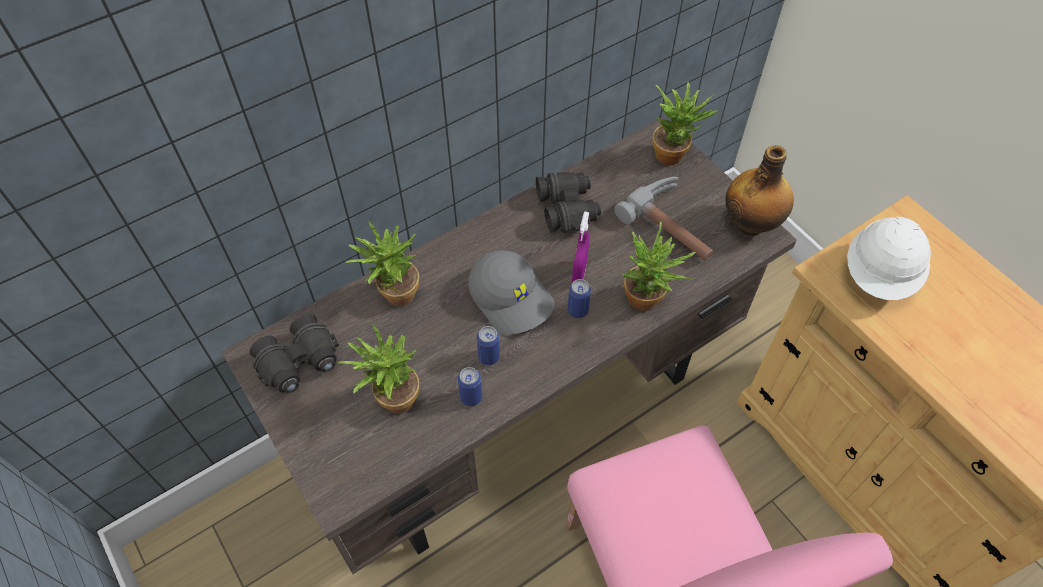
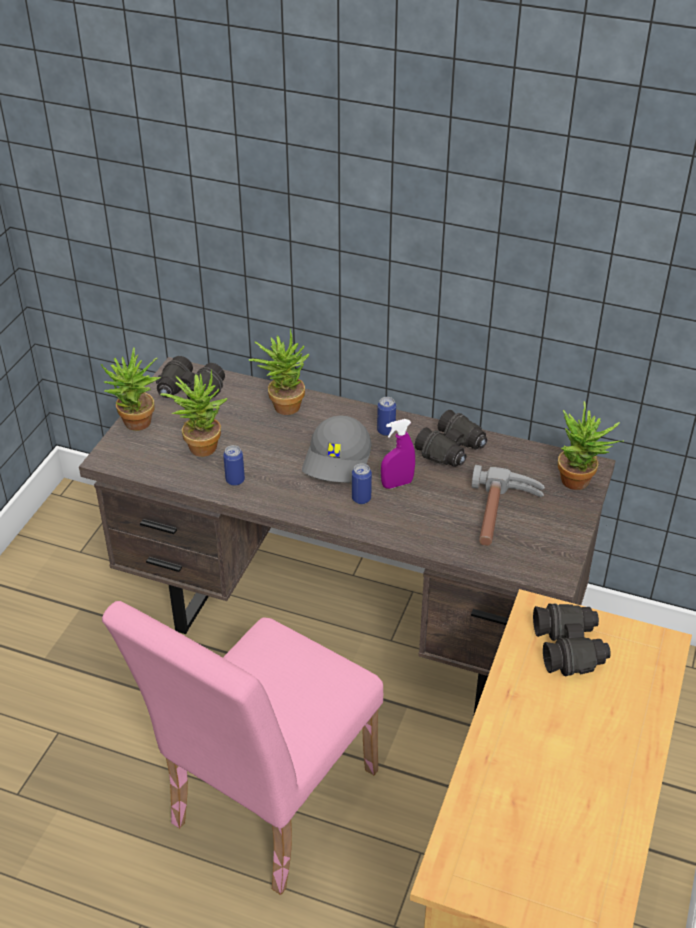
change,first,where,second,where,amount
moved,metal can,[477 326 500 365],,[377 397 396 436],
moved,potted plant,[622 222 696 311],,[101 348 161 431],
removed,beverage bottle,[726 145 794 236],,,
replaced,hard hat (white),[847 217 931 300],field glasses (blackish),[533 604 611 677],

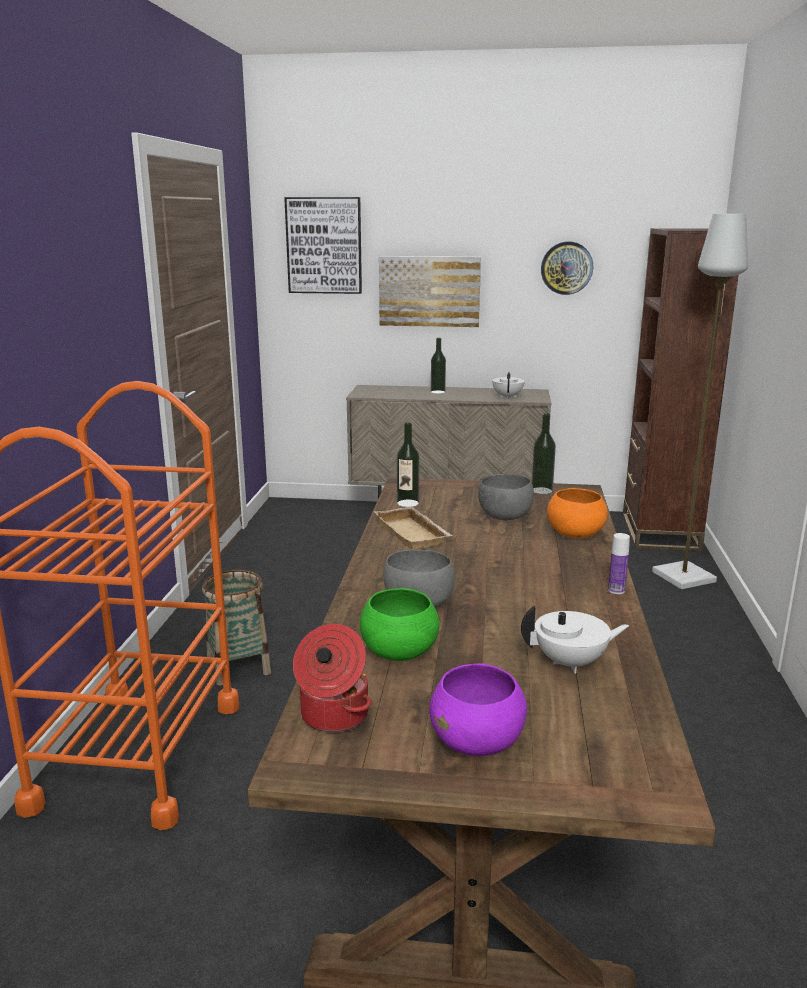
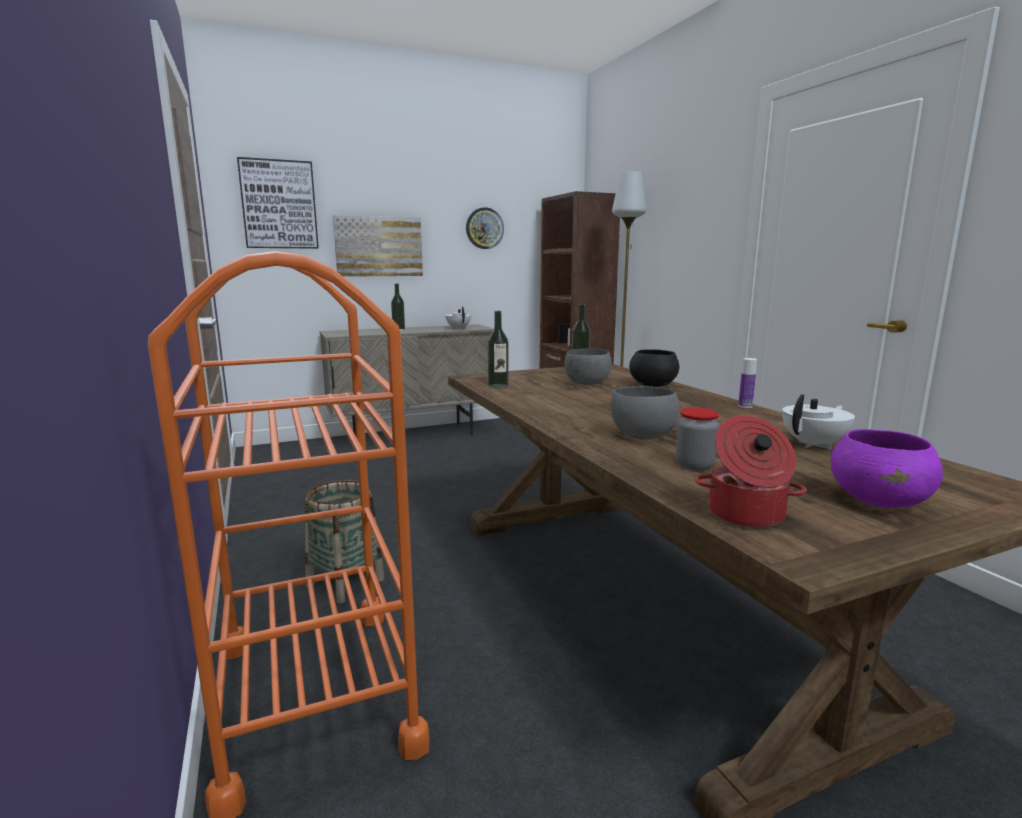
change,first,where,second,where,amount
replaced,serving bowl (green-coloured),[360 588 440 661],storage jar,[676 408 719 470],
removed,carrying tray (beige),[374 506 453 550],,,
recoloured,serving bowl (orangey),[547 488 608 538],serving bowl (blackish),[629 349 679 387],

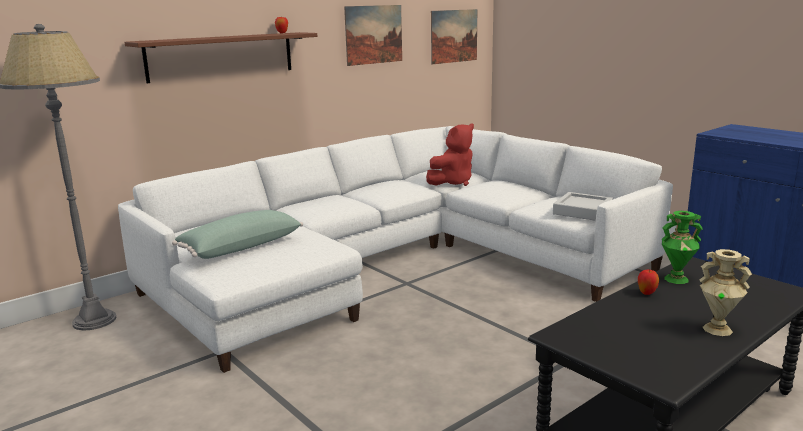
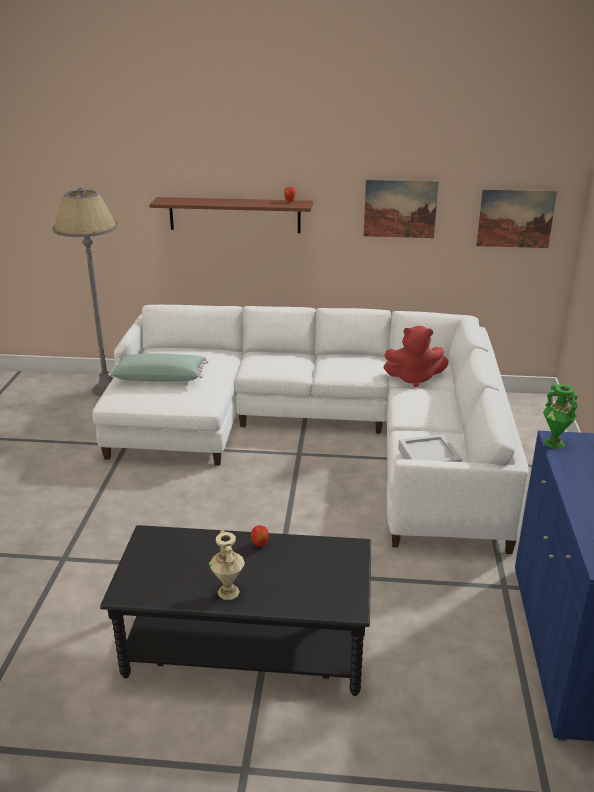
change,first,where,second,where,amount
moved,vase (green-coloured),[662 211 703 284],,[543 384 578 449],

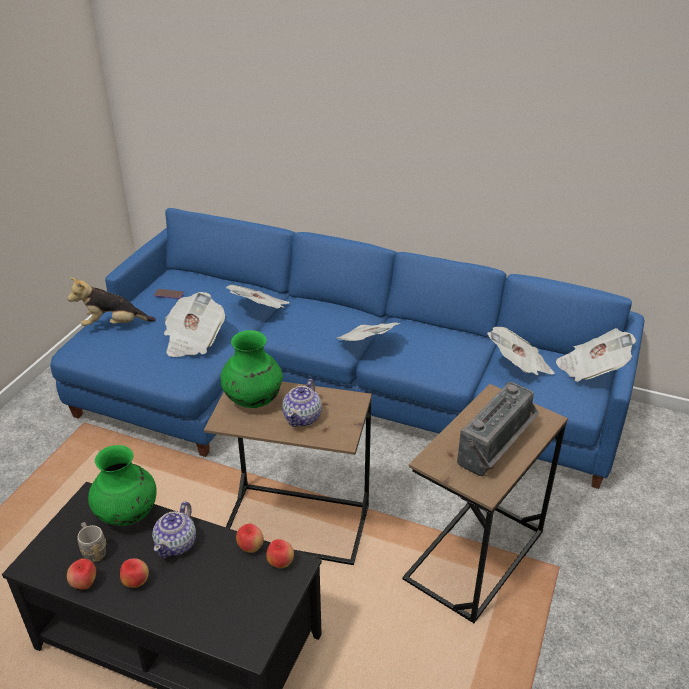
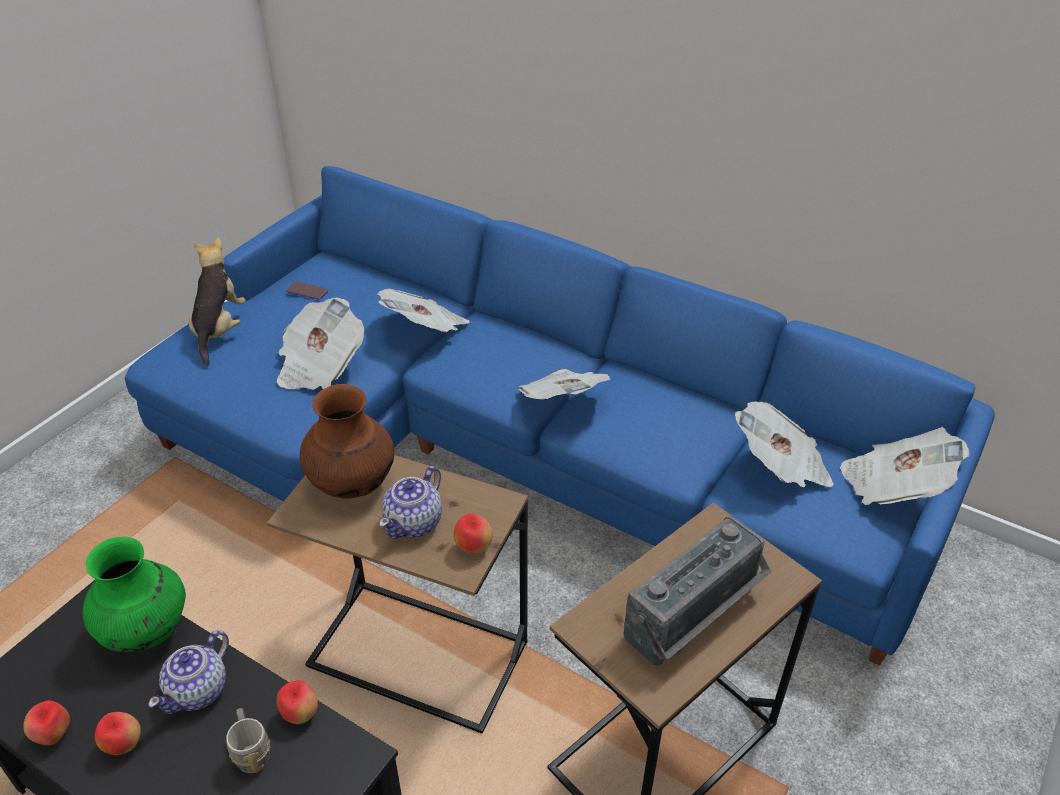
change,first,where,second,where,amount
turned,plush toy,[67 277 156 326],,[189 238 245 366],90 degrees clockwise
moved,tea mug (greyish),[77 522 107 562],,[226 708 271 773],
recoloured,vase (green-coloured),[220 330 283 408],vase (brownish),[300 384 394 499],
moved,apple fruit,[266 539 294 568],,[454 513 493 554],

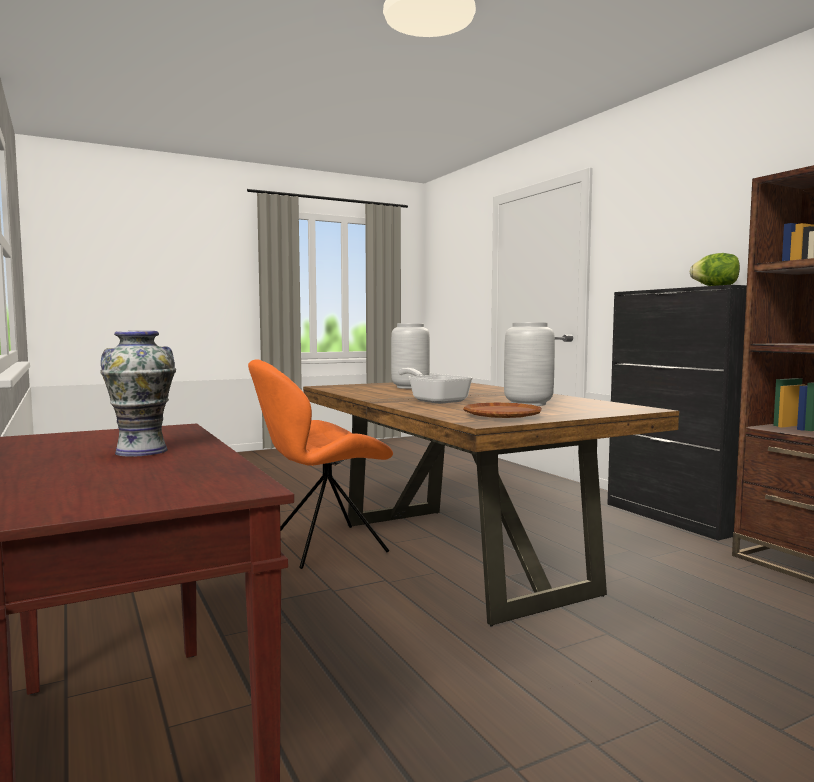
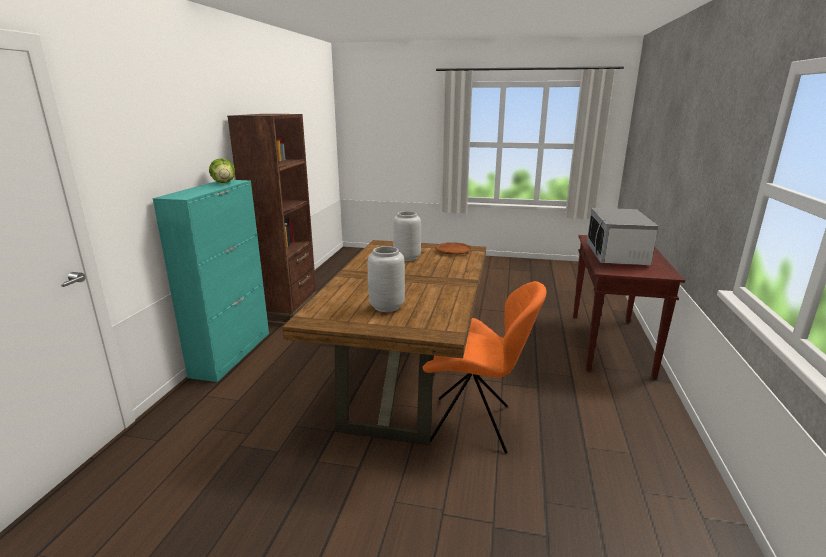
change,first,where,second,where,amount
replaced,vase,[100 331 176 456],kitchen microwave,[587 208 659 265],
removed,skillet,[398 368 473 404],,,
recoloured,storage cabinet (blackish),[607 285 747 540],storage cabinet (turquoise),[152 180 269 382],

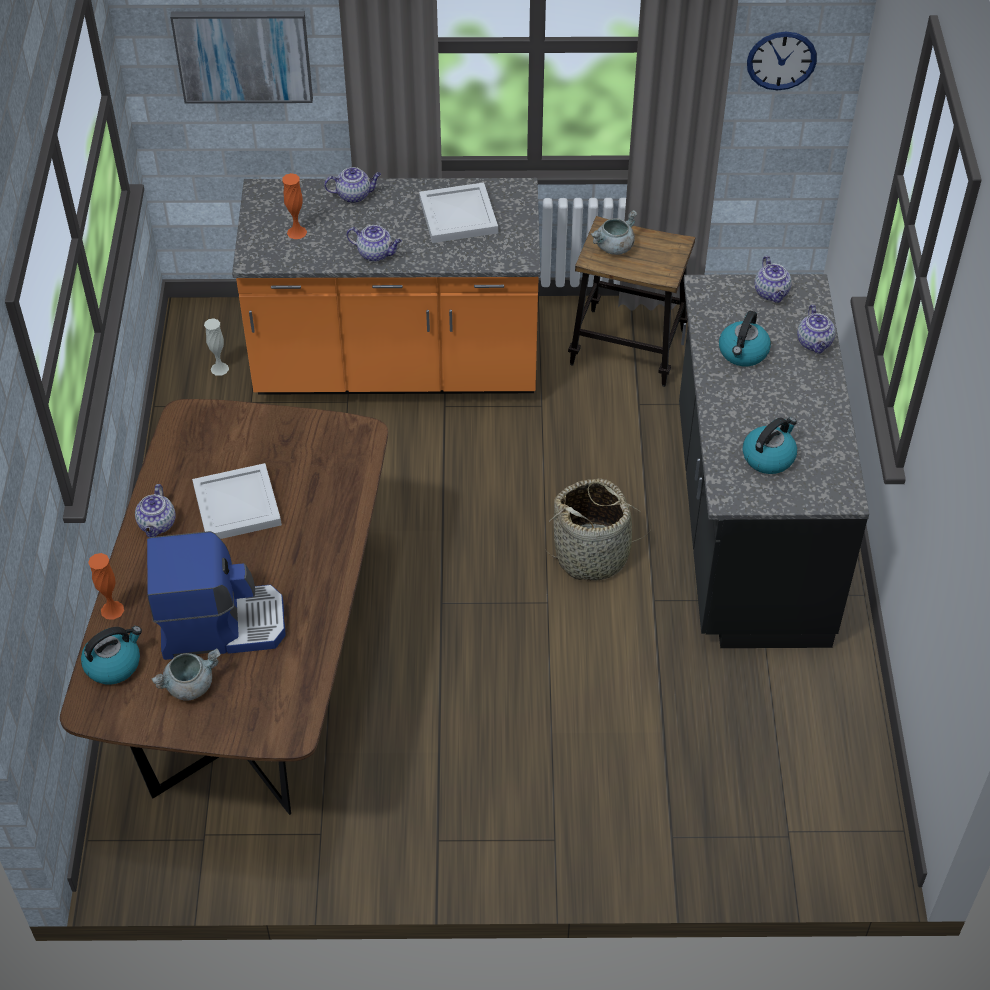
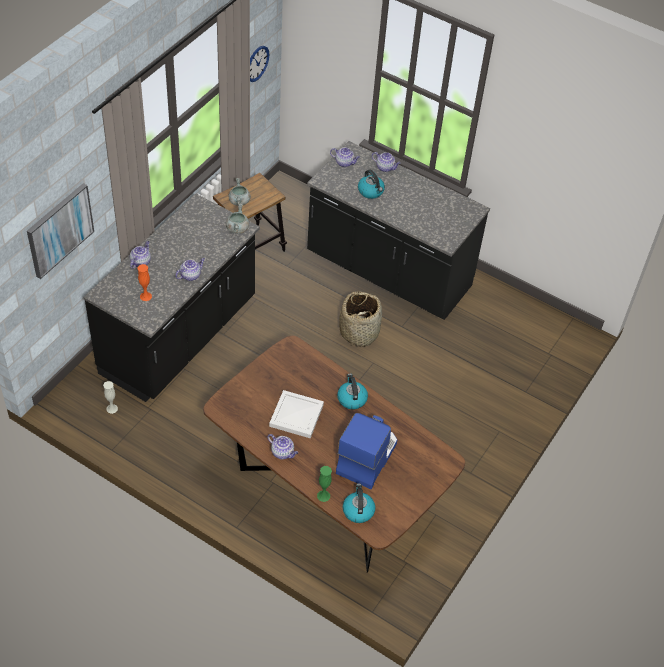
change,first,where,second,where,amount
recoloured,vase (orangey),[88 553 124 620],vase (green-coloured),[317 466 332 502],
moved,saucepot (greyish),[152 648 220 701],,[226 204 249 234],
recoloured,counter (orangey),[232 178 540 395],counter (blackish),[83 194 260 402],
removed,carrying tray (white),[419 182 498 243],,,
moved,water kettle,[743 417 797 474],,[337 373 368 409],

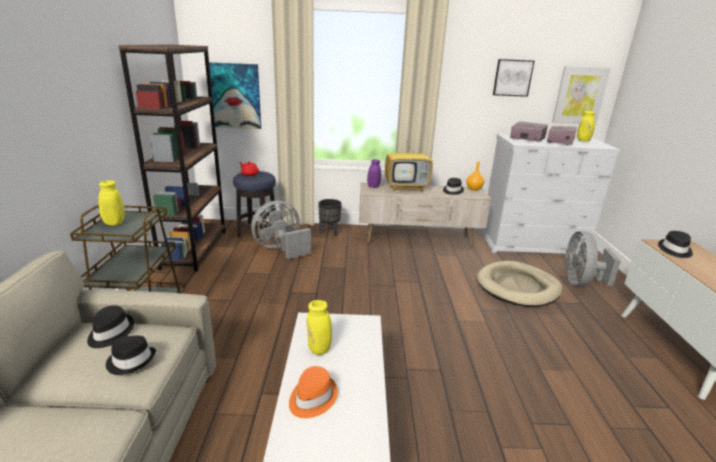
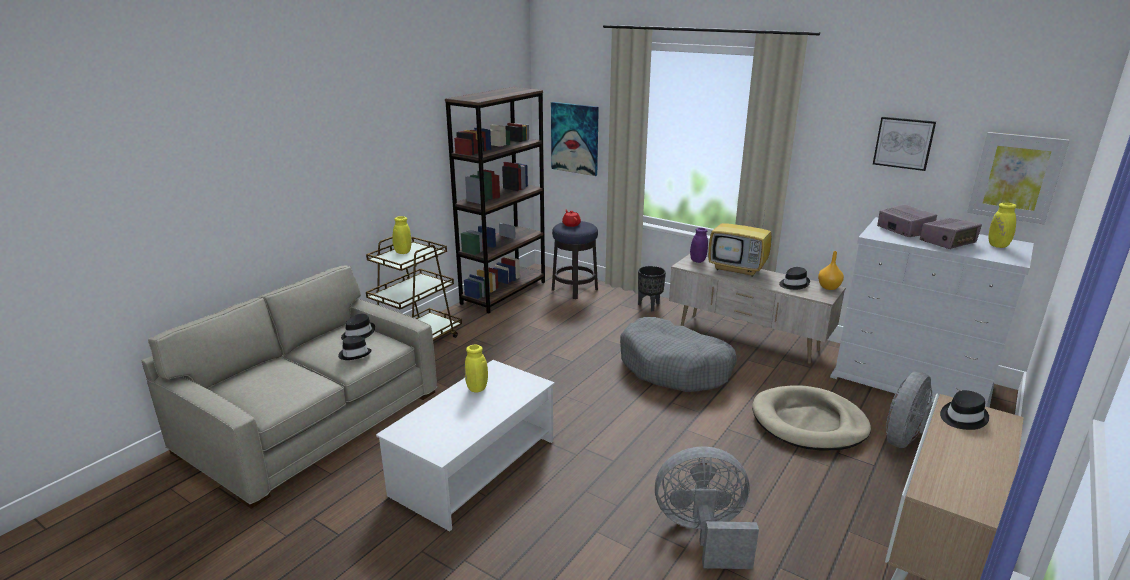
change,first,where,second,where,amount
moved,fan (greyish),[251 201 311 259],,[655 446 759 569],
removed,clothing hat (orangey),[289 366 338 418],,,
added,,,dog bed (greyish),[620 317 737 392],

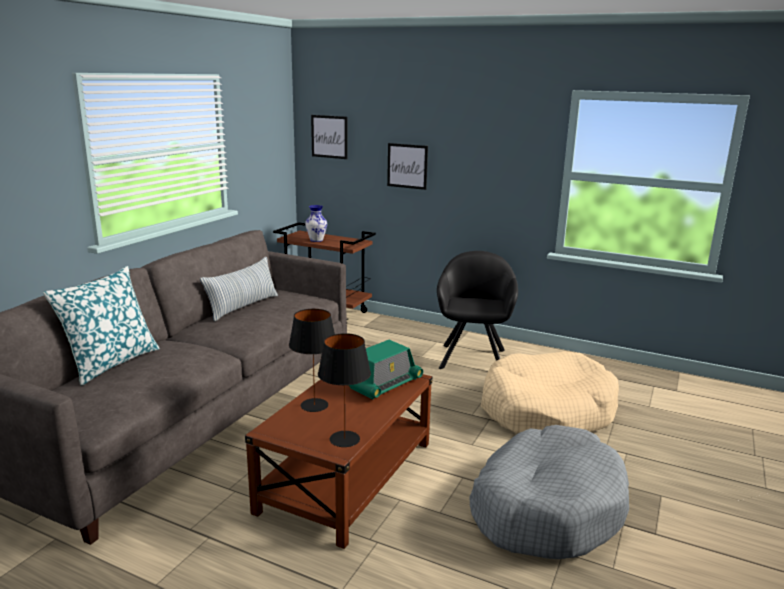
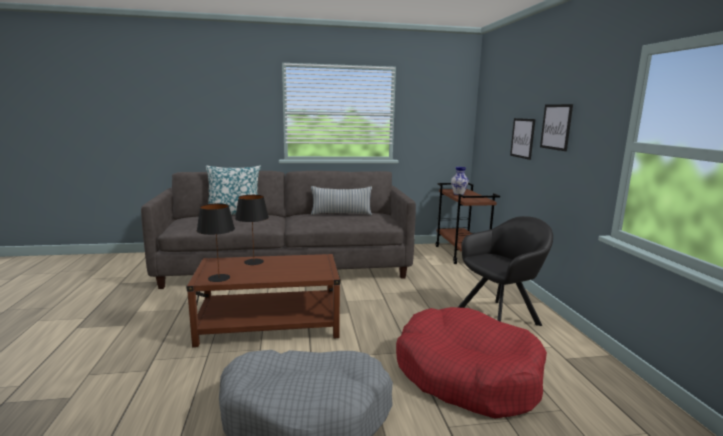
change,first,where,second,where,amount
moved,picture,[311 115 348 159],,[540 104 573 151],
removed,radio receiver,[348 340 423 400],,,
recoloured,dog bed (beige),[481 351 619 434],dog bed (red),[396 307 547 418],

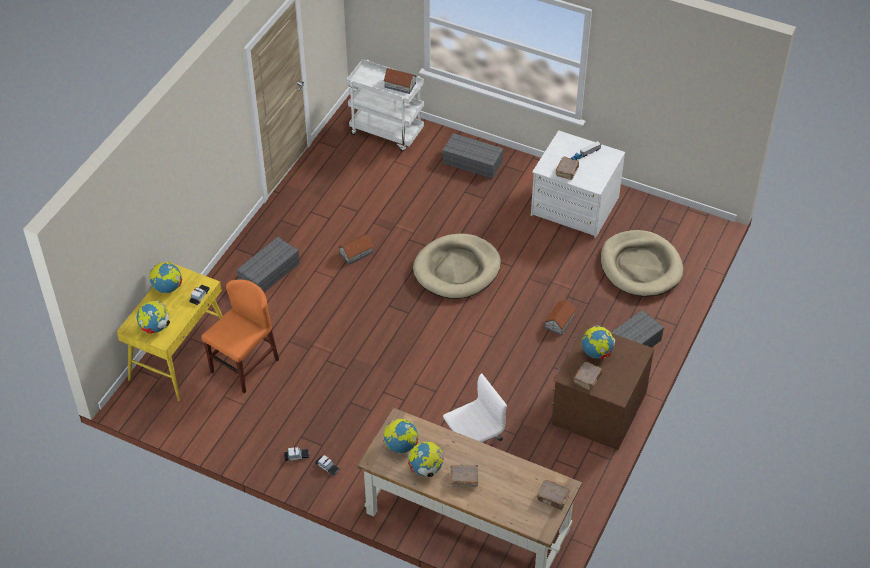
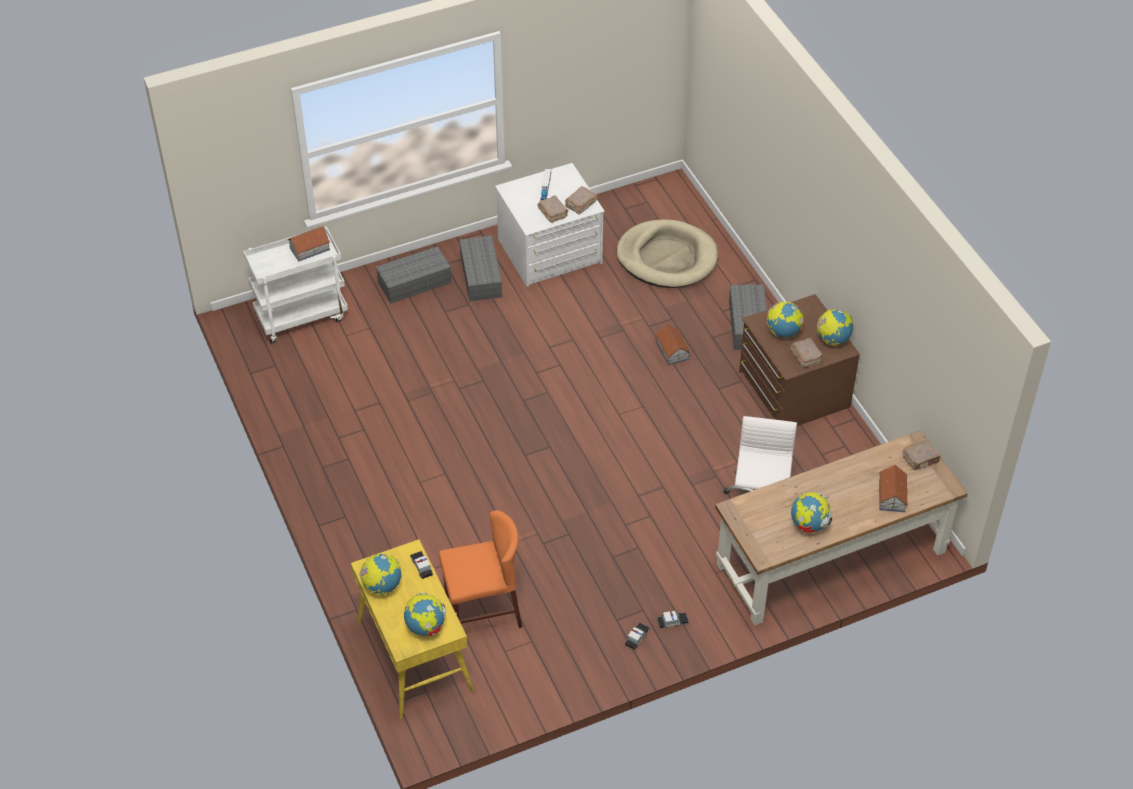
change,first,where,second,where,amount
turned,chair (orangey),[201 280 279 393],,[439 510 522 628],90 degrees clockwise
moved,storage box (greyish),[237 237 300 292],,[459 235 502 301],
moved,model house,[338 235 373 265],,[879 465 908 512],
moved,desk globe,[384 419 418 453],,[817 309 853 346],
removed,dog bed (beige),[413 234 501 299],,,
moved,bound book (brownish),[449 465 478 487],,[565 186 597 215],

